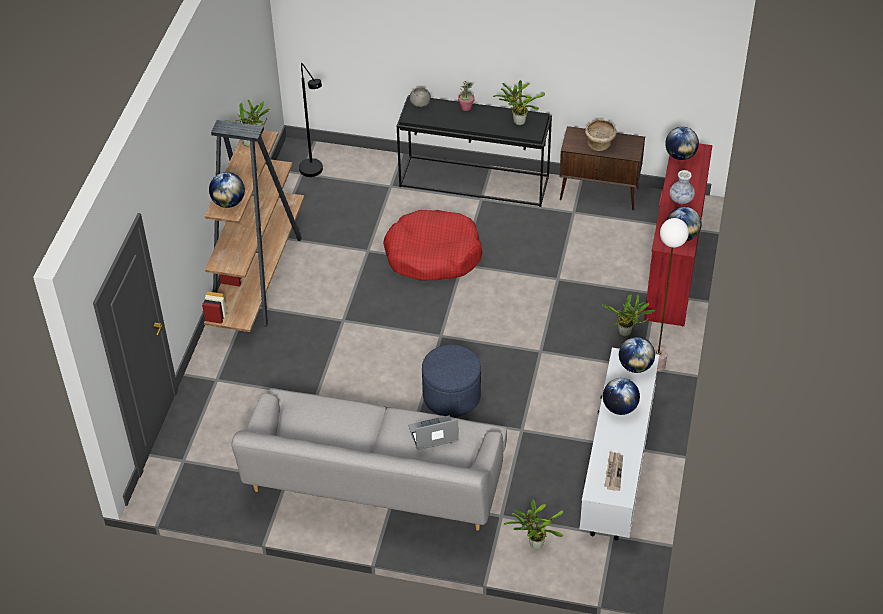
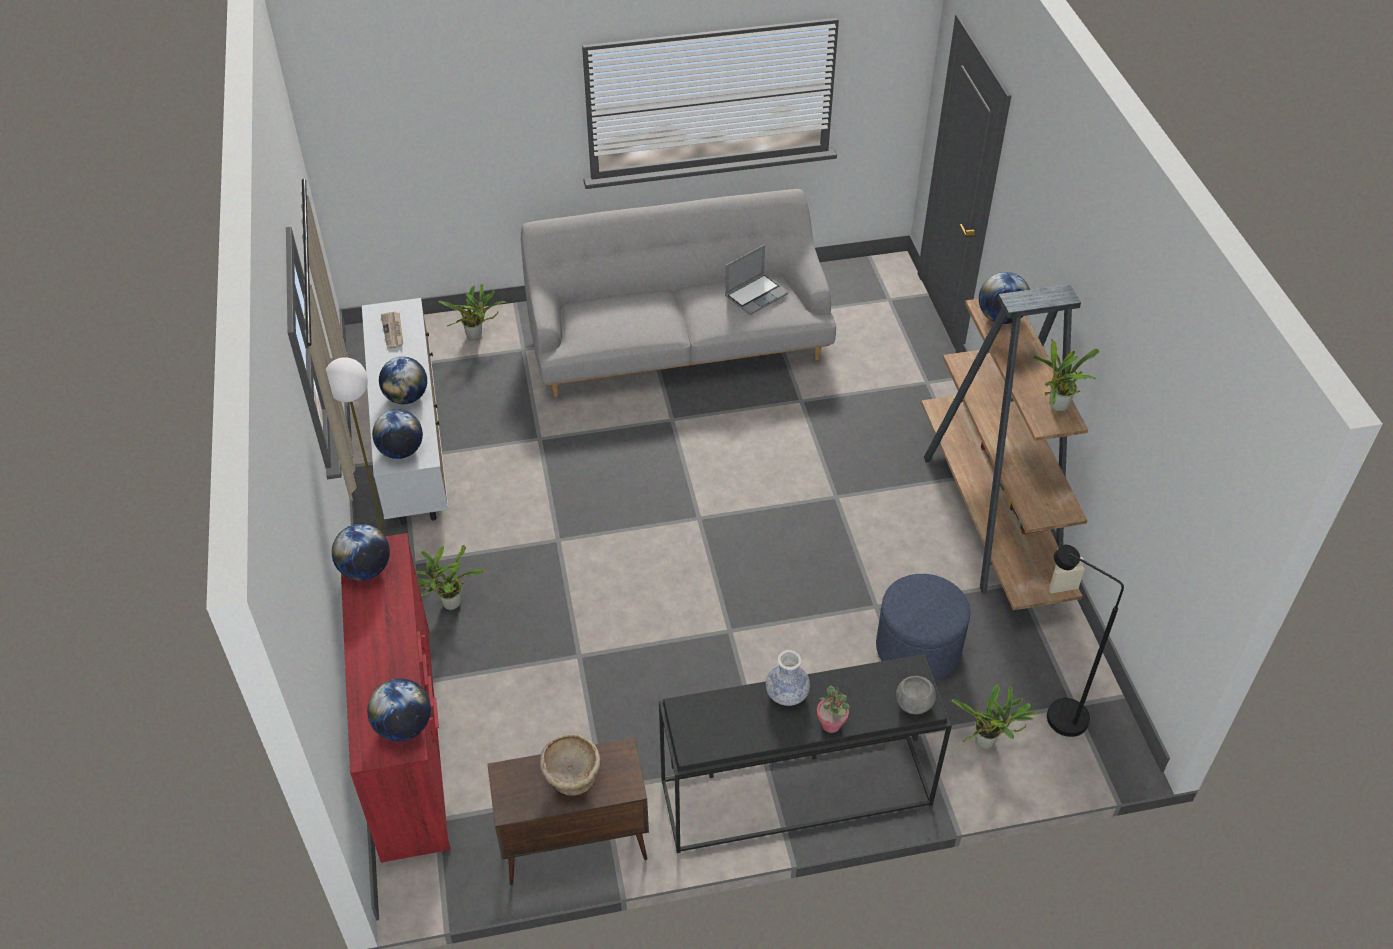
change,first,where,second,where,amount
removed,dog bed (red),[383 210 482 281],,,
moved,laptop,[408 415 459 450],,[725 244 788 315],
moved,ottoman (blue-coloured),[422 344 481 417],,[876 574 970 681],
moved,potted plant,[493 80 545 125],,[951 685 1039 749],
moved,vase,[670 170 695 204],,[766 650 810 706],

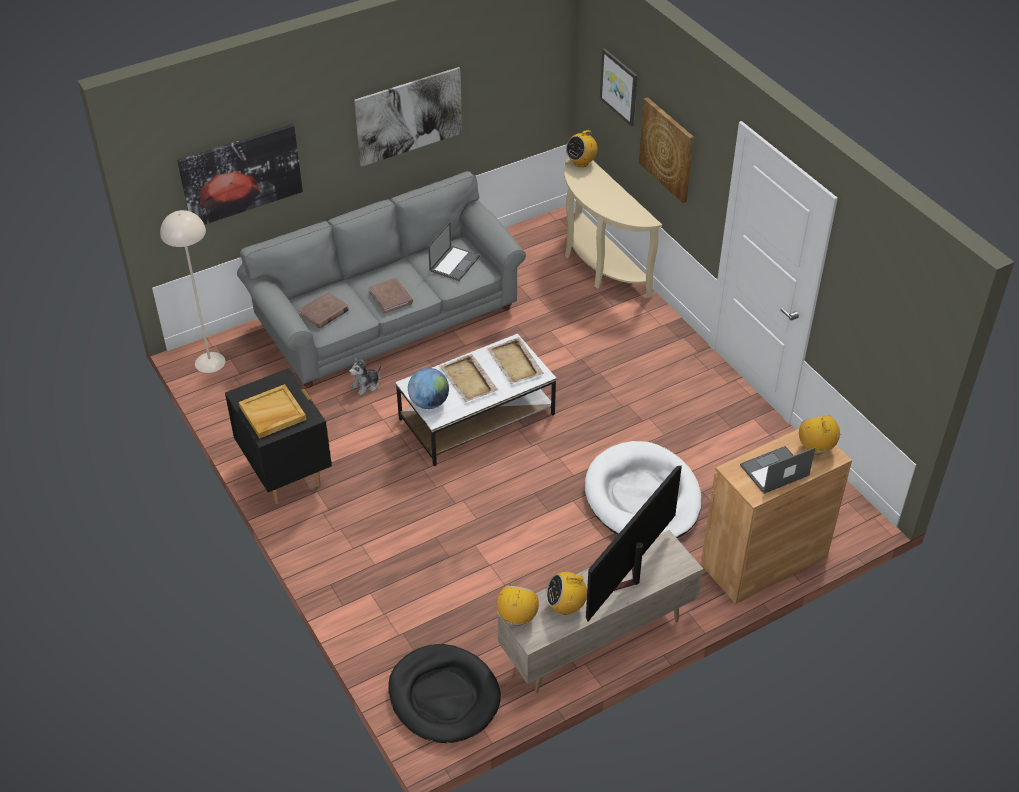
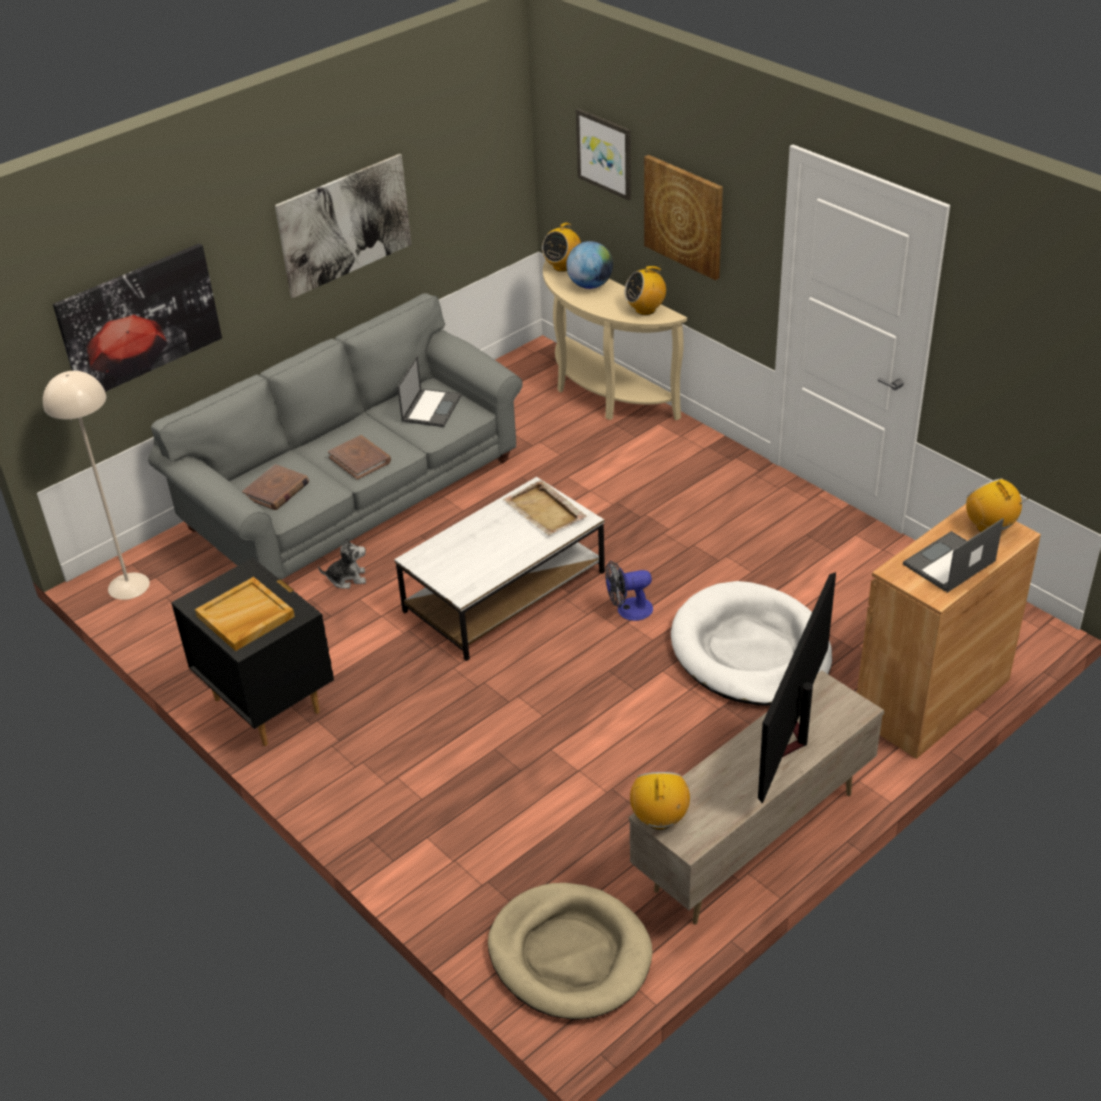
change,first,where,second,where,amount
turned,plush toy,[349 357 381 395],,[318 537 366 589],135 degrees counterclockwise
recoloured,dog bed (blackish),[388 644 501 743],dog bed (beige),[488 883 653 1020],
moved,desk globe,[408 368 449 409],,[566 241 613 289],
removed,carrying tray (beige),[439 354 498 402],,,
moved,radio receiver,[546 572 587 615],,[625 266 666 315],
added,,,fan,[605 561 653 621],

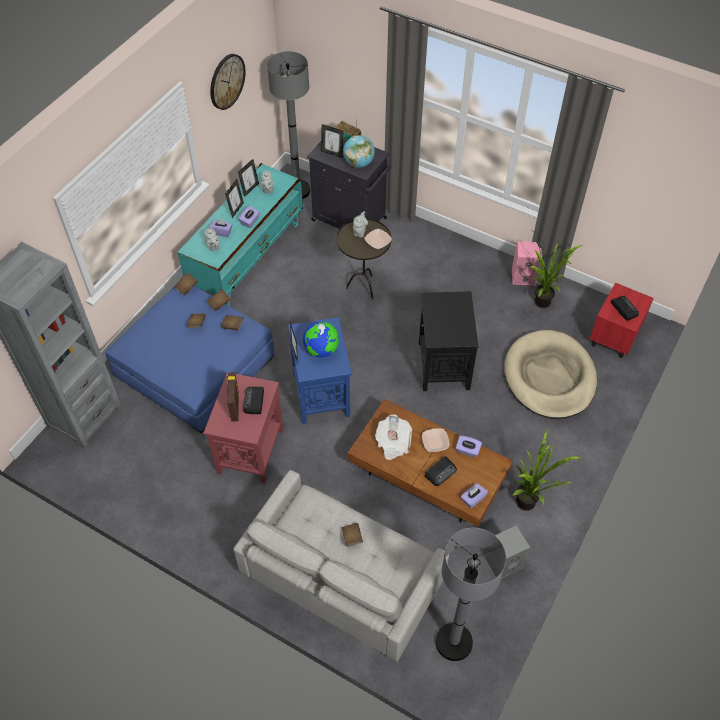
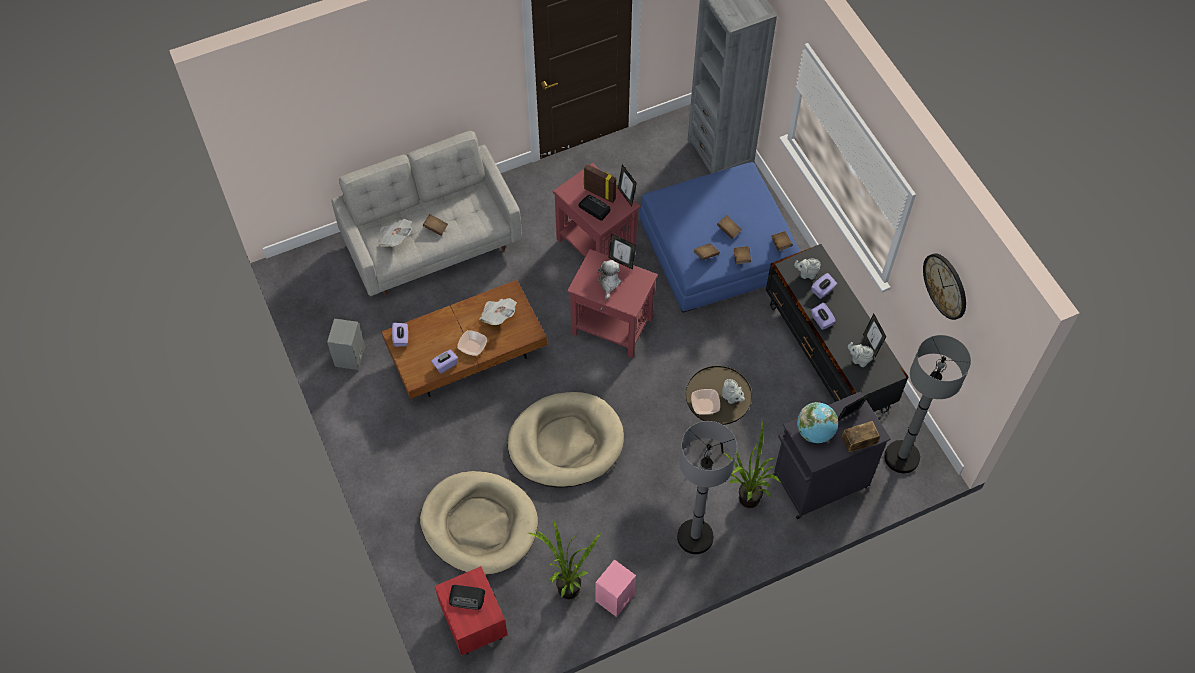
change,first,where,second,where,amount
recoloured,tv stand (turquoise),[178 163 303 305],tv stand (blackish),[766 244 908 414],
moved,standing frame,[225 179 244 218],,[618 165 637 207],
recoloured,end table (blue-coloured),[288 317 352 424],end table (red),[567 249 658 358],
replaced,desk globe,[303 322 339 357],plush toy,[597 260 621 299],
replaced,end table (blackish),[419 291 478 391],dog bed (beige),[508 392 624 488],
removed,radio receiver,[425 456 457 486],,,
moved,standard lamp (greyish),[435 528 506 661],,[677 421 737 554],
moved,potted plant,[512 430 582 511],,[724 419 781 508],
added,,,daily paper,[378 219 412 247],

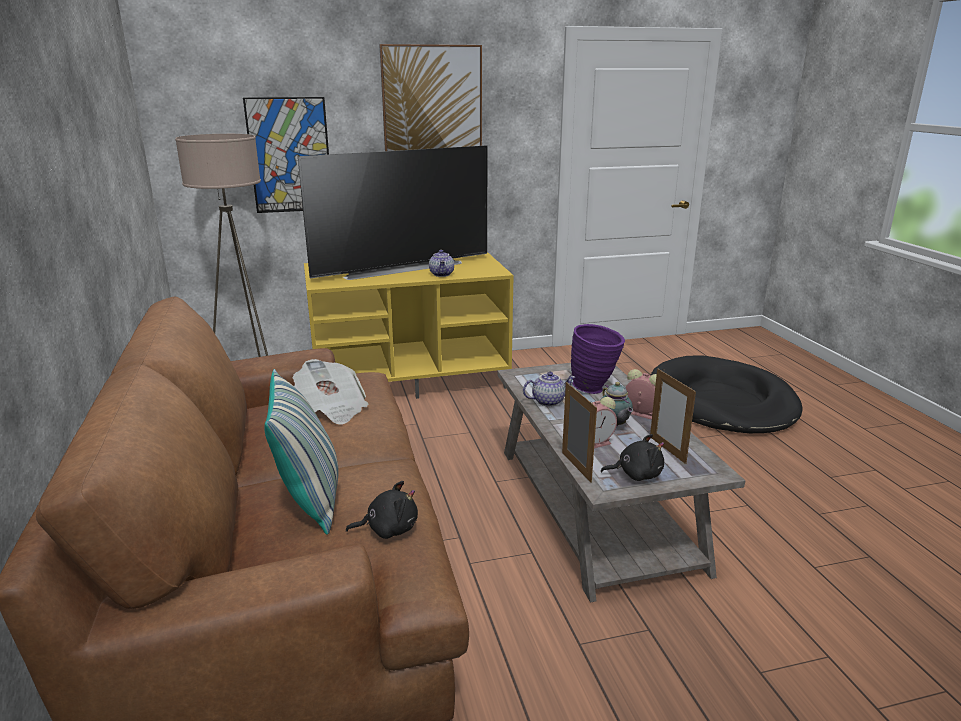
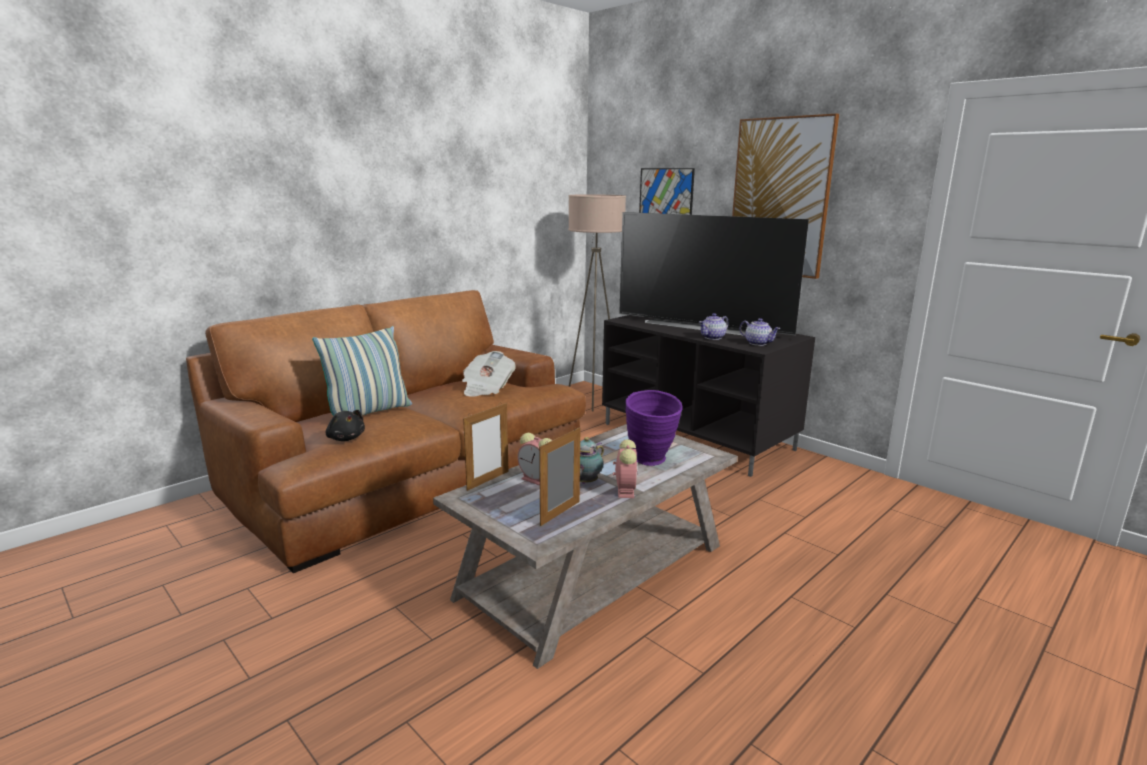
change,first,where,second,where,amount
recoloured,tv stand (yellow),[304 252 514 399],tv stand (blackish),[602 315 815 477],
moved,teapot,[523 372 575 407],,[739 318 780 346],
removed,plush toy (blackish),[601 434 664 481],,,
removed,dog bed (blackish),[650 356 803 433],,,

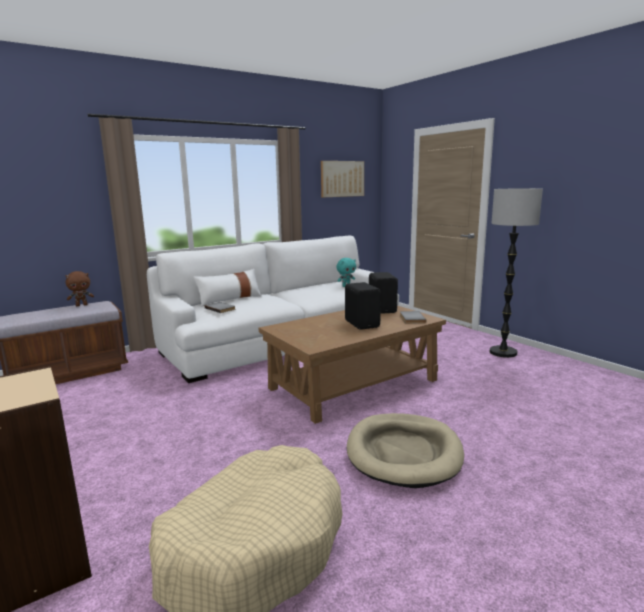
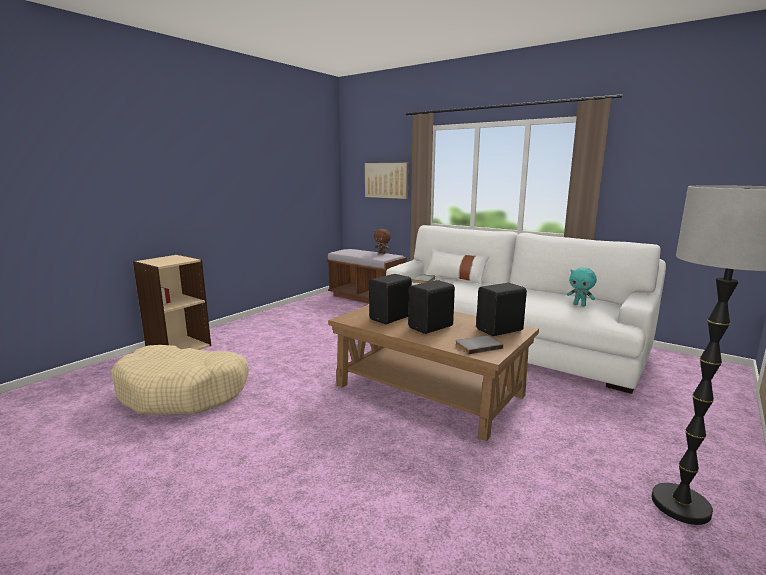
change,first,where,second,where,amount
moved,picture,[321 161 364 197],,[365 163 409 199],
removed,dog bed (beige),[347 413 464 488],,,
added,,,speaker (blackish),[369 274 412 324],

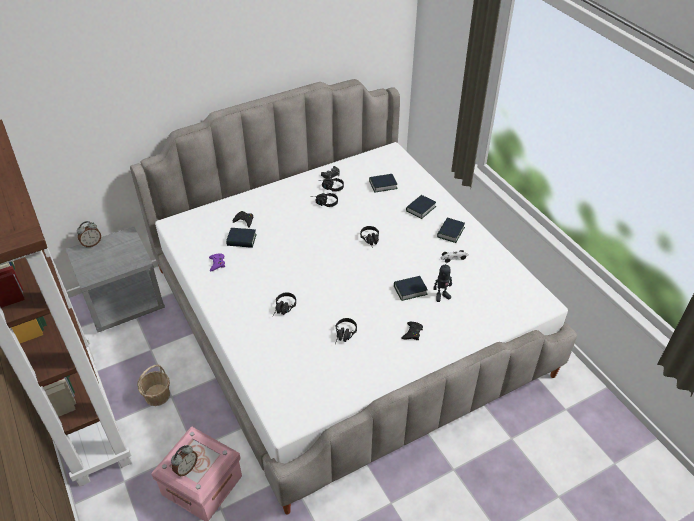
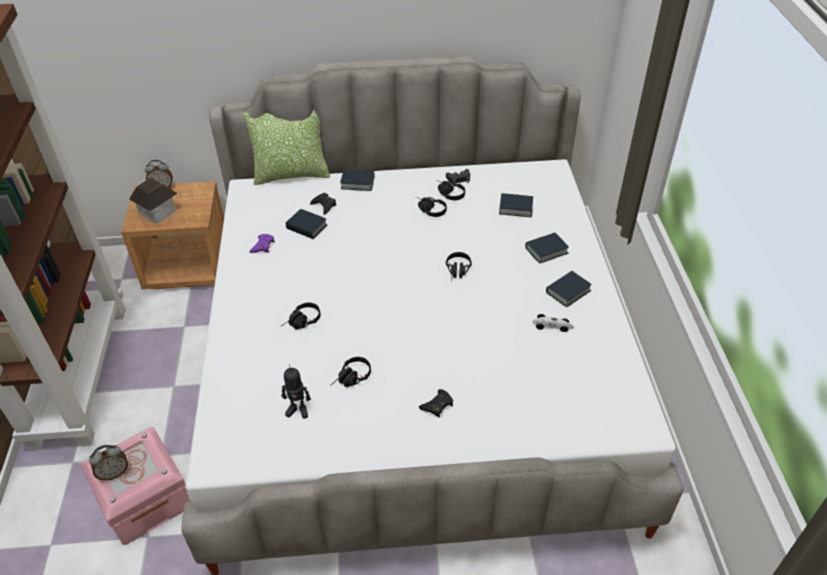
change,first,where,second,where,amount
recoloured,bedside table (greyish),[66 227 165 332],bedside table (brownish),[121 181 224 289],
removed,storage basket,[137 364 170 406],,,
moved,bound book,[394 276 428 301],,[340 169 374 191],
moved,toy robot,[433 265 452 302],,[282 364 311 419],
added,,,model house,[129 177 178 224],
added,,,throw pillow,[243 110 330 185],

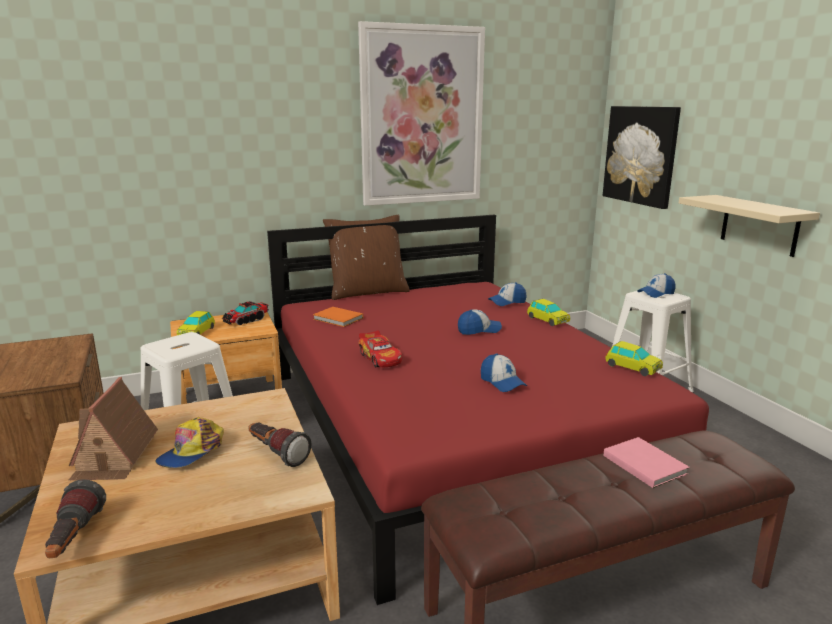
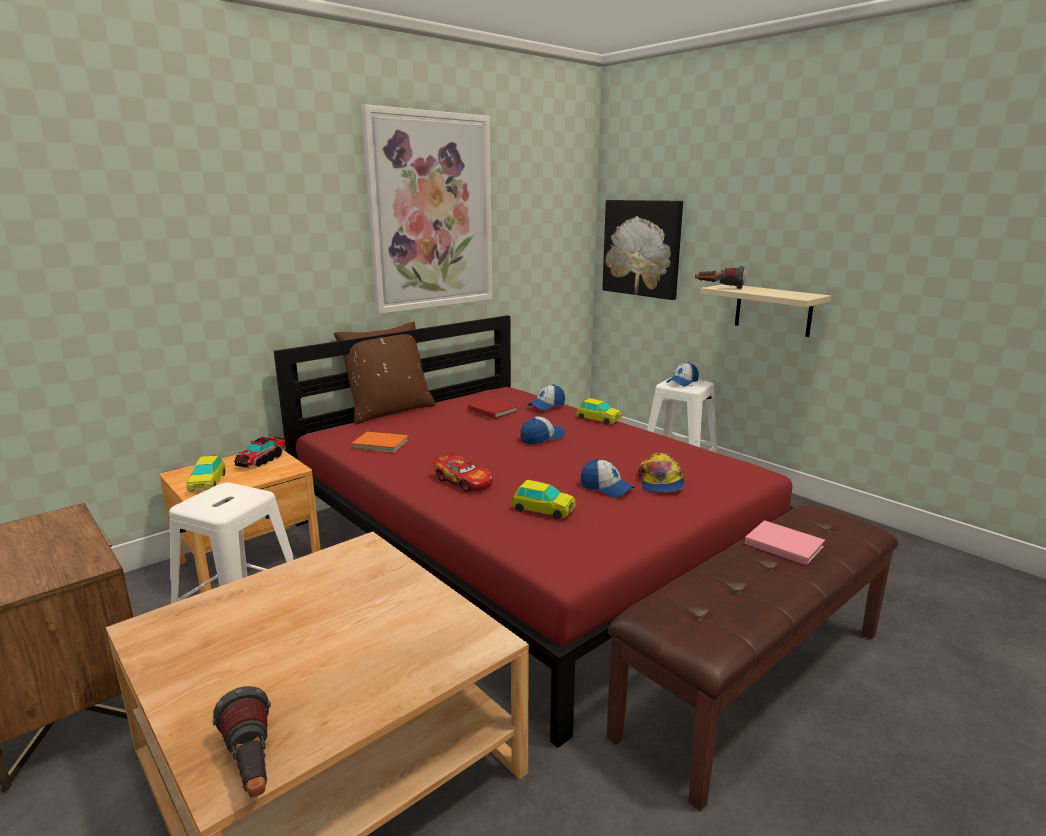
change,first,where,second,where,amount
removed,model house,[69 377 158 480],,,
moved,cap,[155 417 224 468],,[638 453 684 493],
moved,hand torch,[248 422 311 467],,[695 266 746 289],
moved,model car,[605 341 663 376],,[511 480 576 520],
added,,,bound book (red),[468 399 517 419],

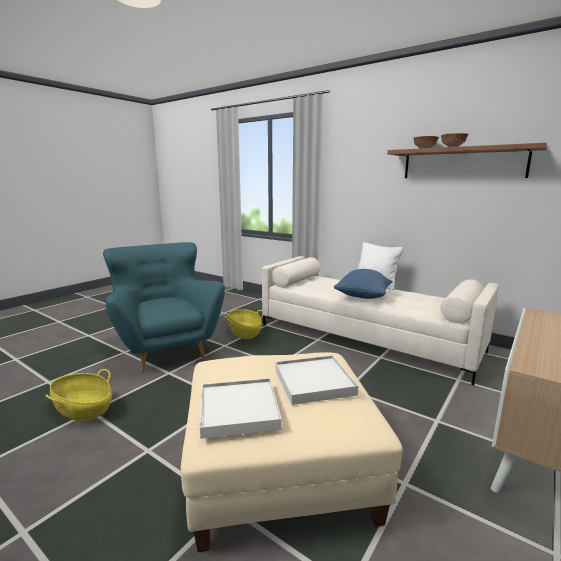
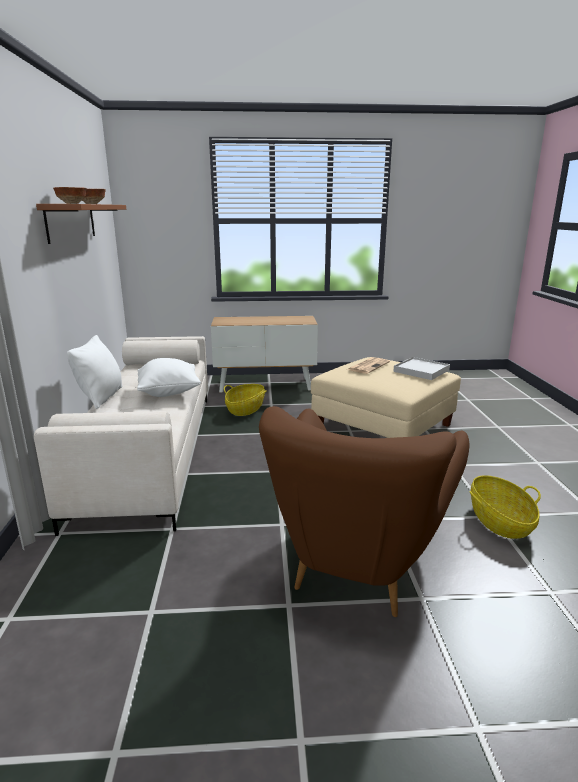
change,first,where,second,where,amount
recoloured,easy chair (turquoise),[103 242 225 372],easy chair (brownish),[259 406 469 617],
moved,storage basket,[224 309 264 339],,[224 384 267 416],
replaced,carrying tray (white),[275 355 358 405],daily paper,[347 357 390 374],
recoloured,throw pillow (blue-coloured),[334 269 392 299],throw pillow (white),[137 358 201 397],

